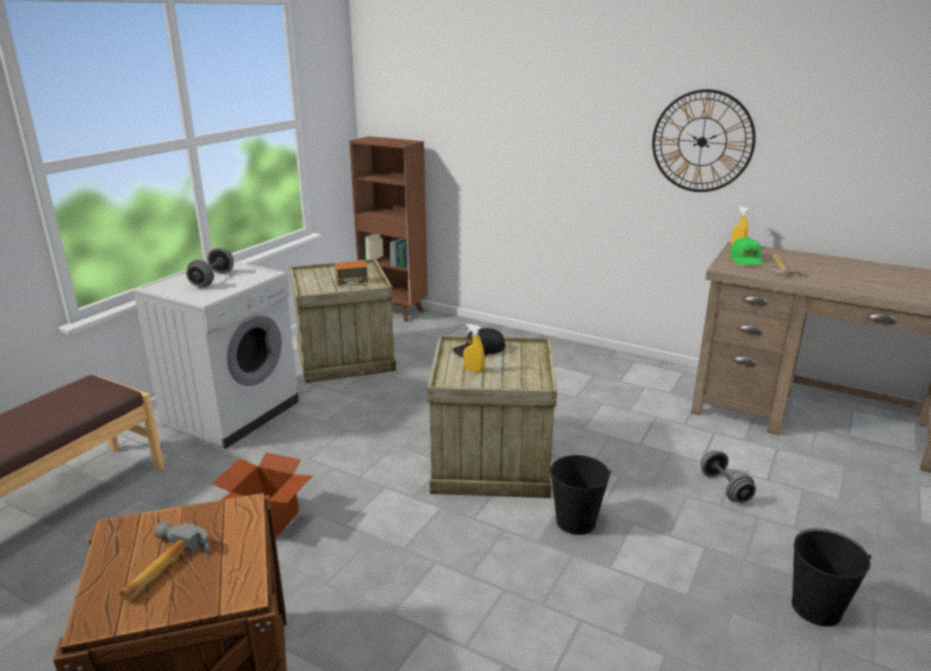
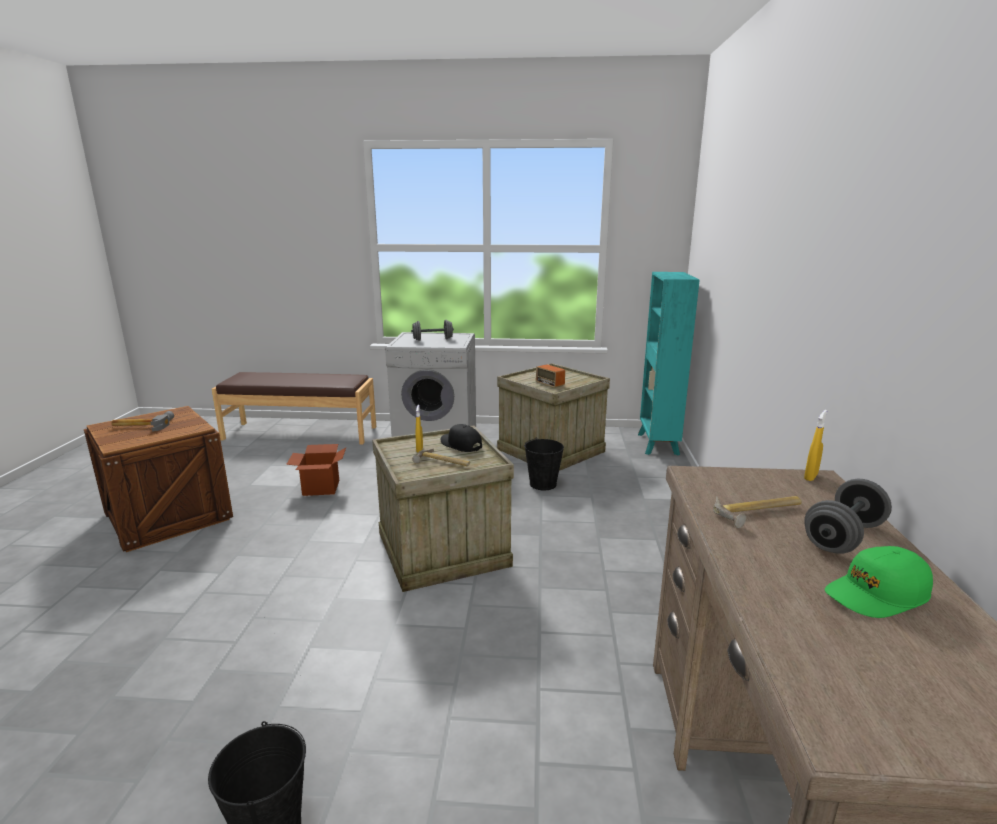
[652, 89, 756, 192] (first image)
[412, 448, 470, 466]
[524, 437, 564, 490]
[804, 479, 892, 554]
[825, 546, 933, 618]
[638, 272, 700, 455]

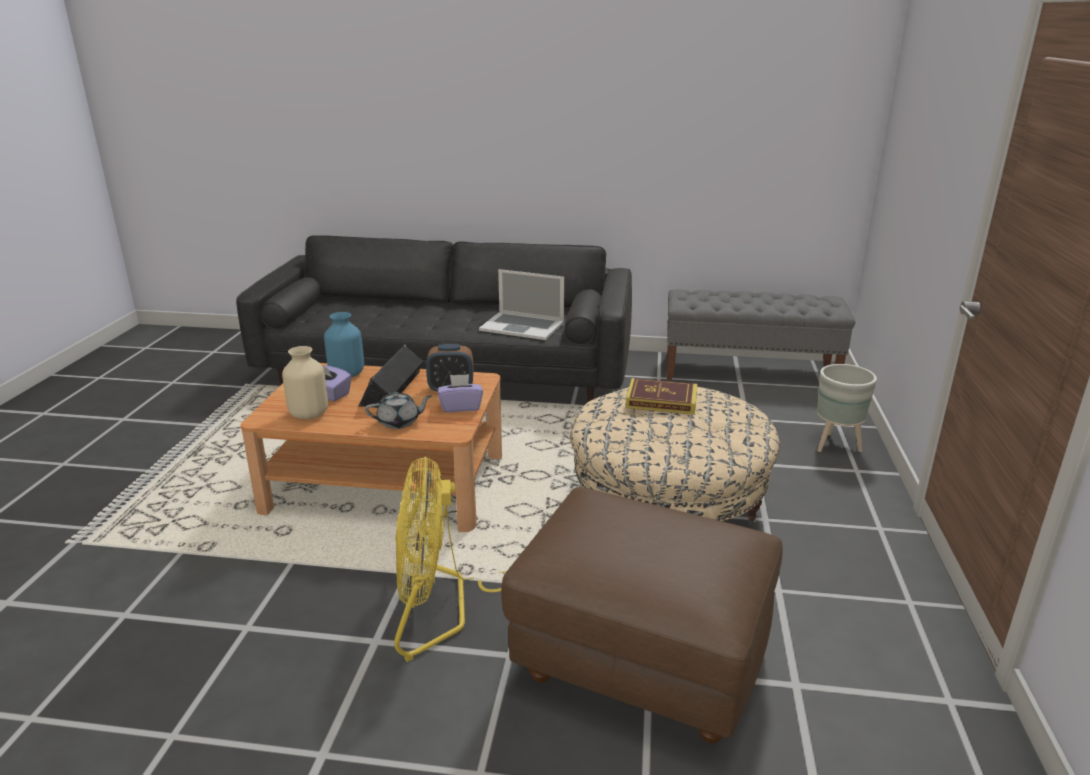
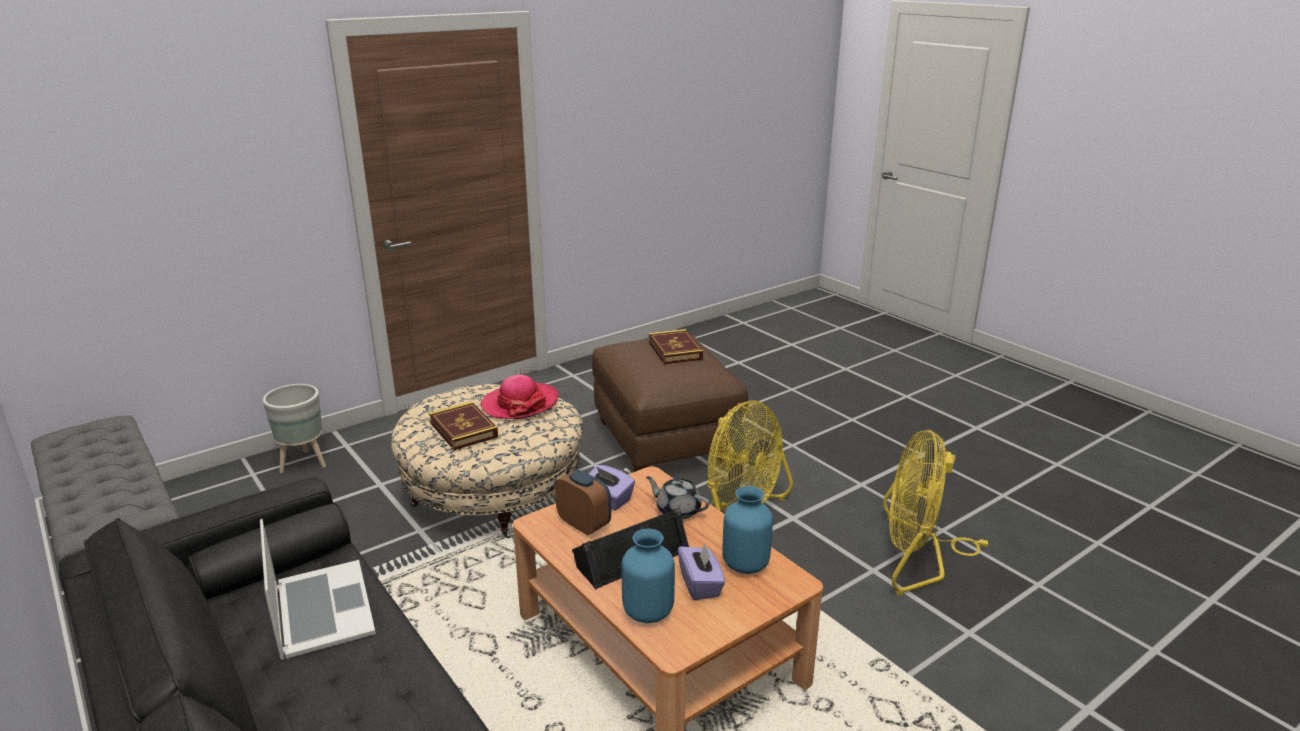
[480, 374, 559, 419]
[648, 329, 704, 365]
[883, 430, 991, 596]
[722, 486, 773, 574]

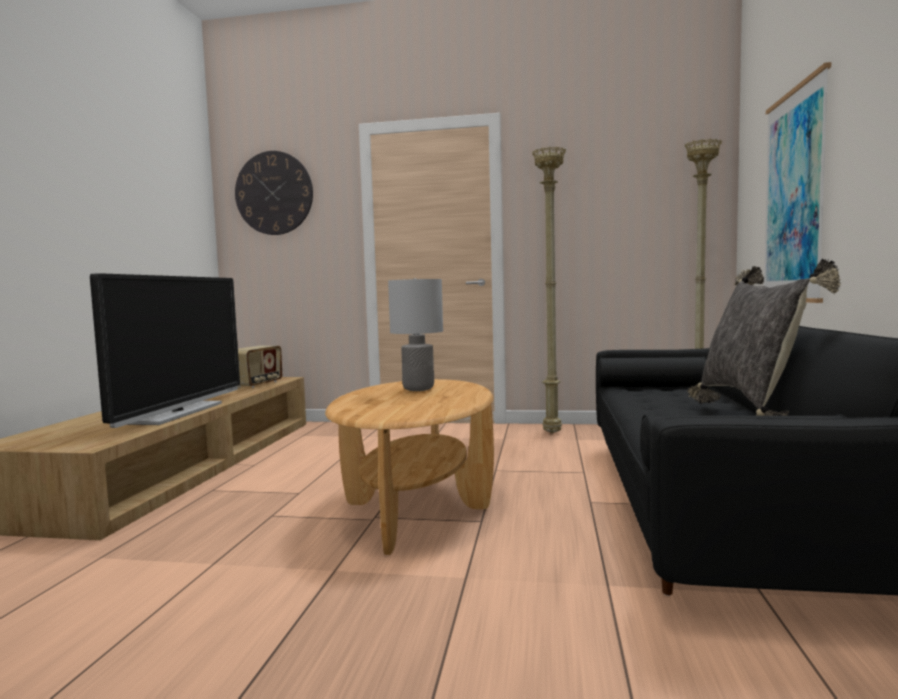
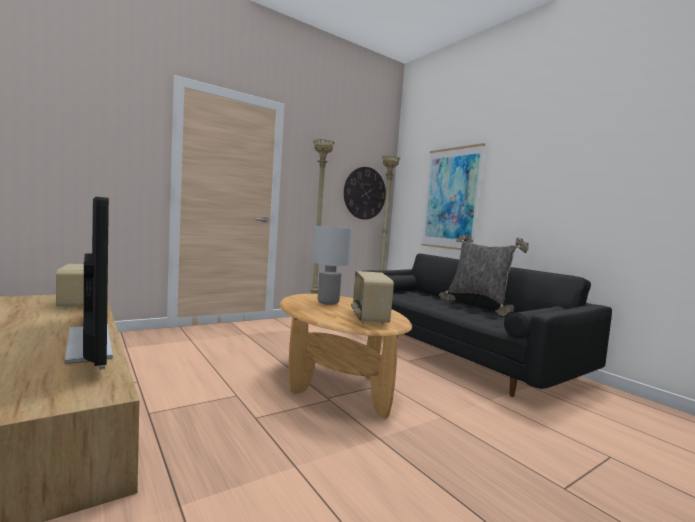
[351, 271, 394, 324]
[344, 167, 386, 220]

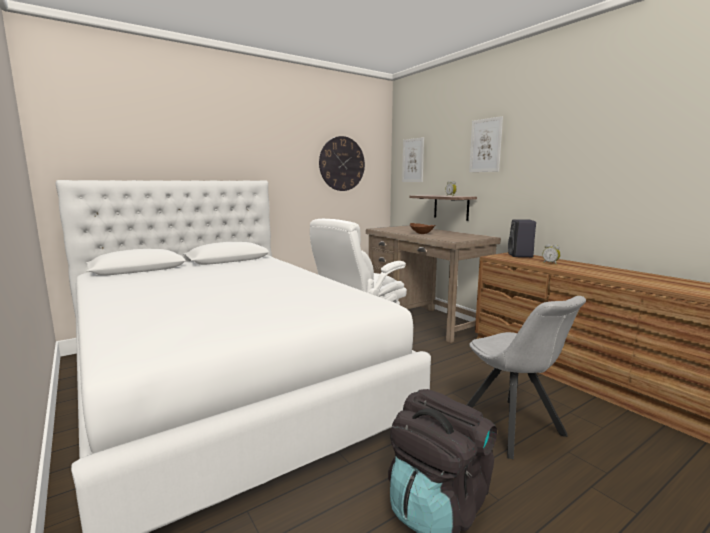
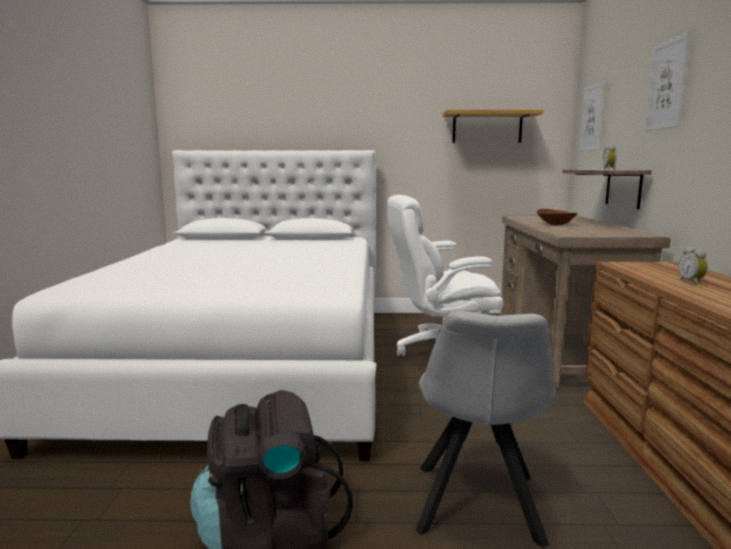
[508, 219, 536, 257] (first image)
[443, 110, 543, 143]

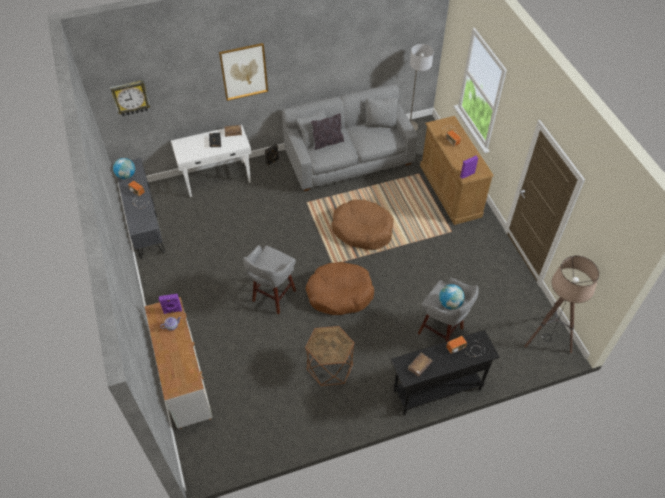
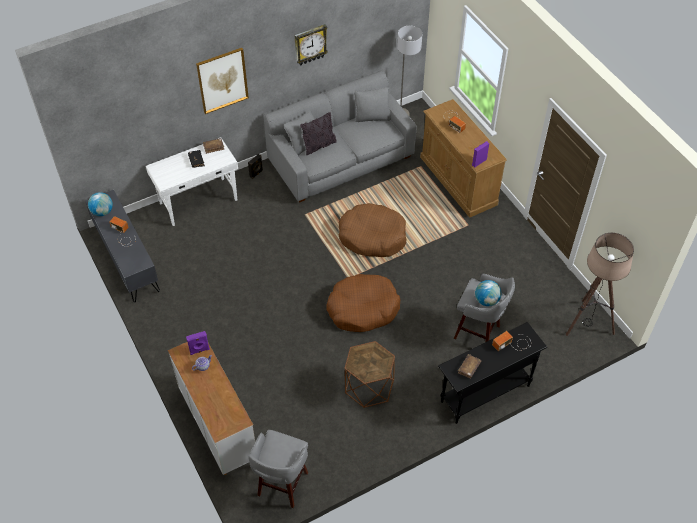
[295, 24, 328, 65]
[249, 430, 308, 508]

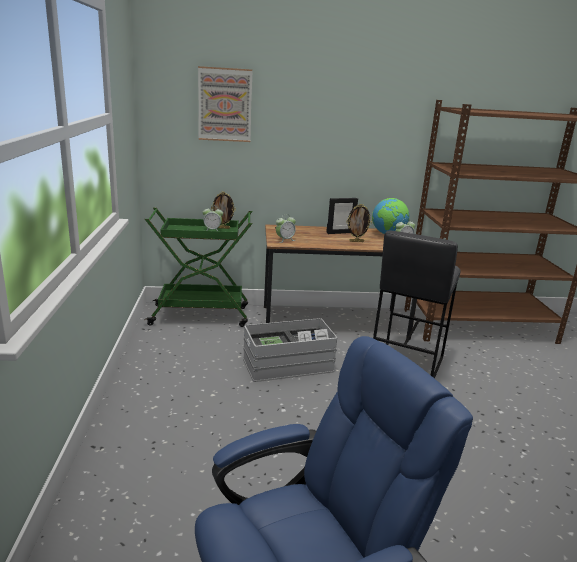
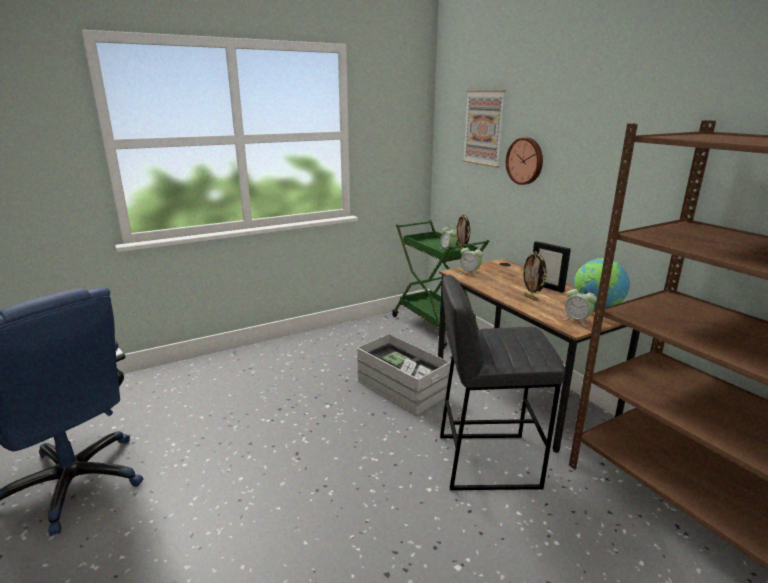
[506, 138, 543, 185]

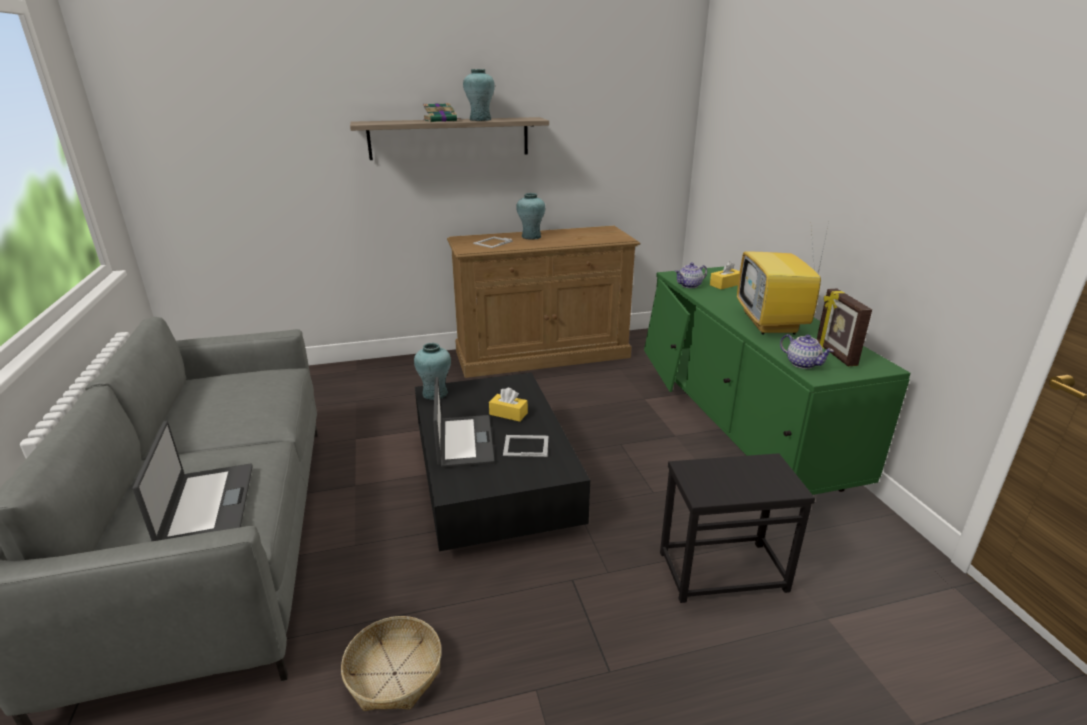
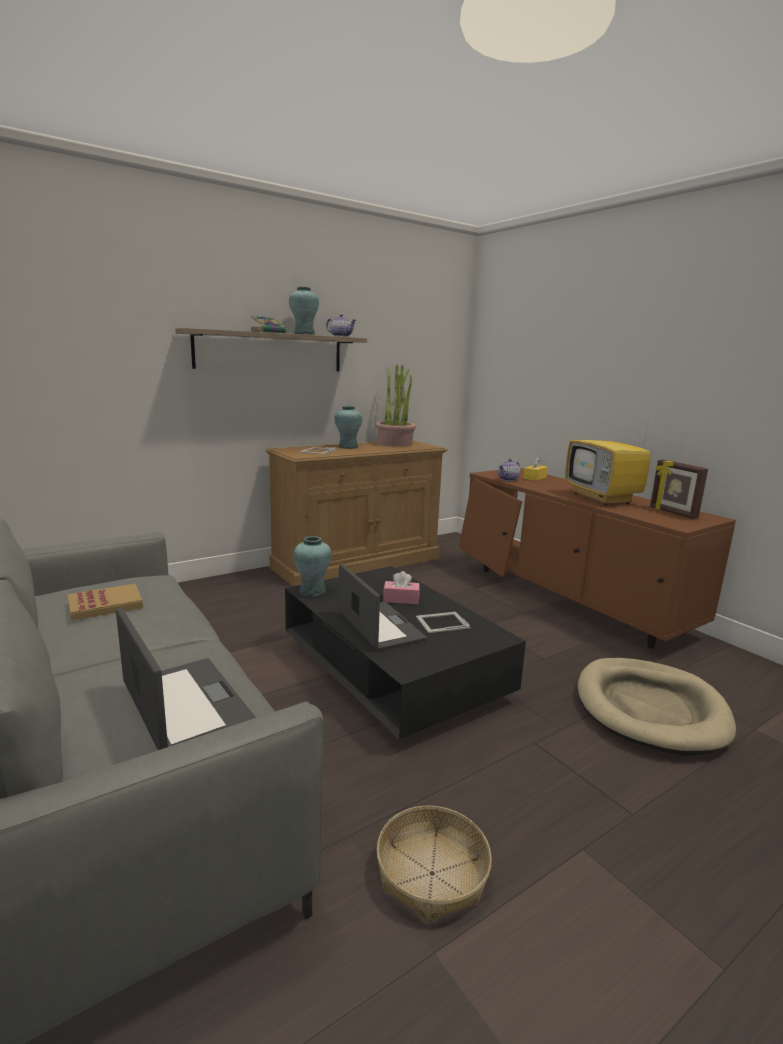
[68, 584, 143, 621]
[375, 364, 416, 447]
[326, 314, 356, 337]
[578, 658, 736, 756]
[383, 571, 420, 604]
[459, 468, 736, 649]

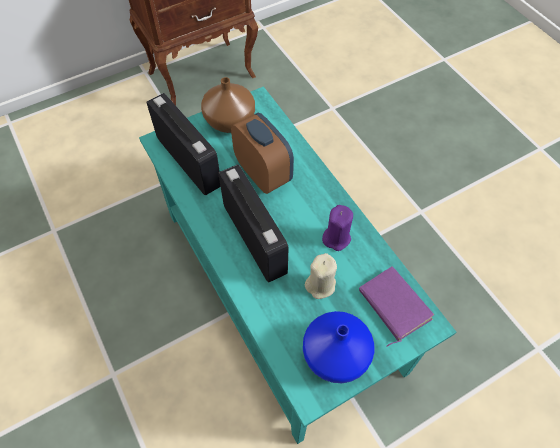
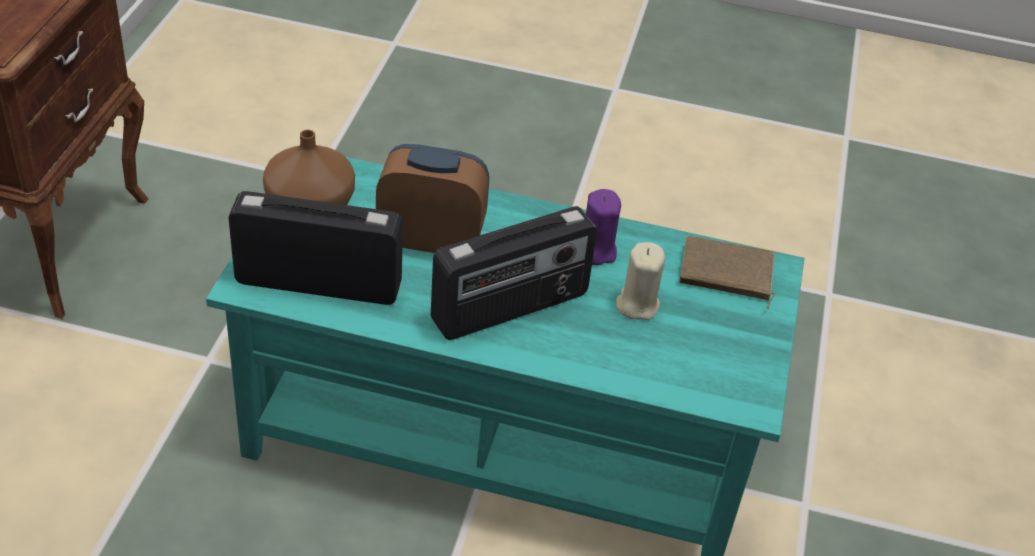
[303, 311, 374, 383] (first image)
[679, 236, 775, 309]
[431, 206, 597, 340]

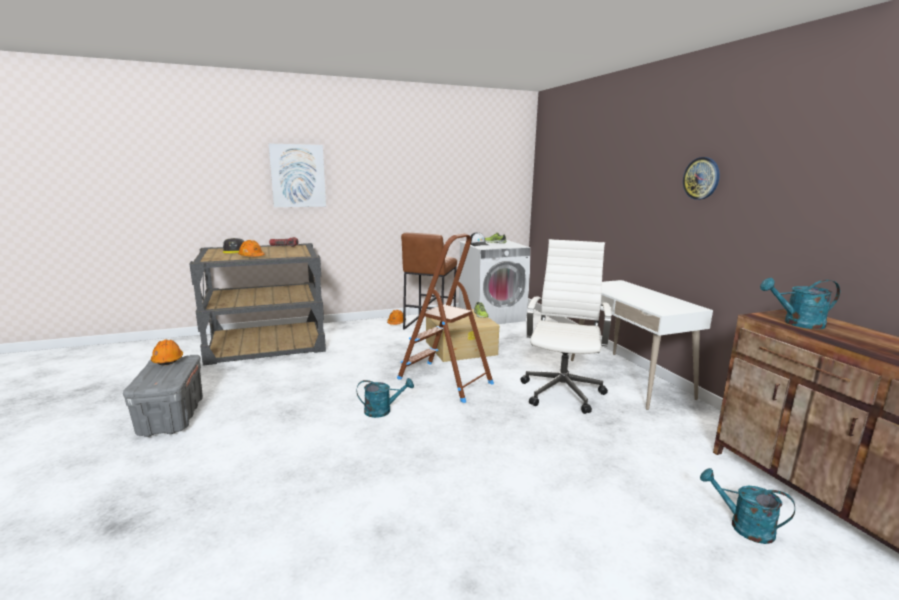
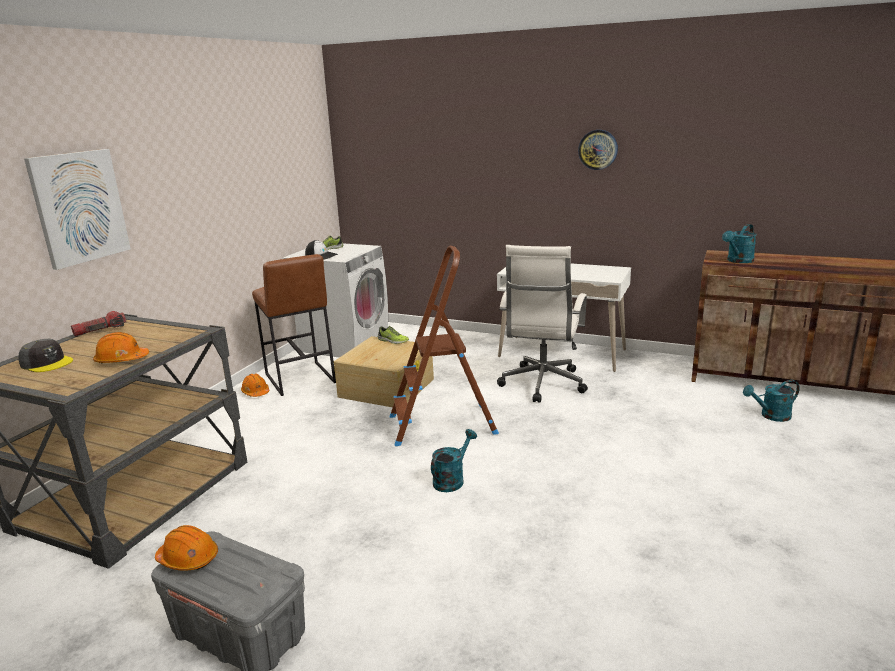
[497, 245, 588, 402]

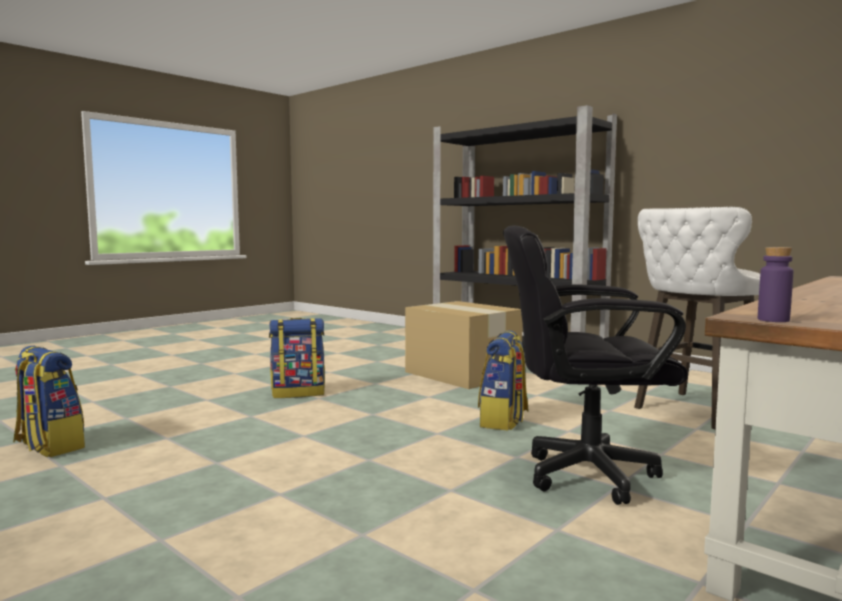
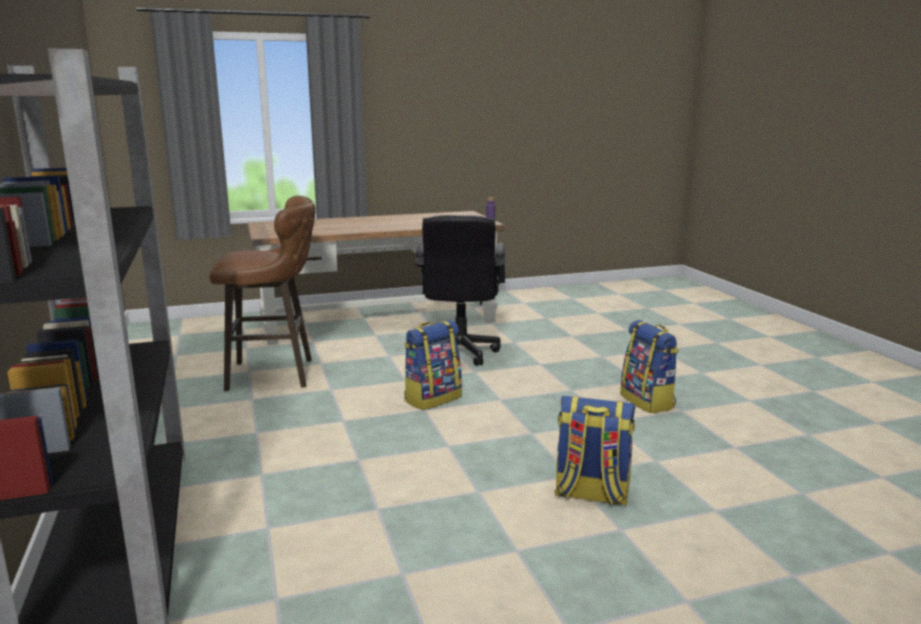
[405, 301, 522, 389] (first image)
[620, 320, 679, 414]
[209, 196, 315, 391]
[415, 215, 505, 366]

